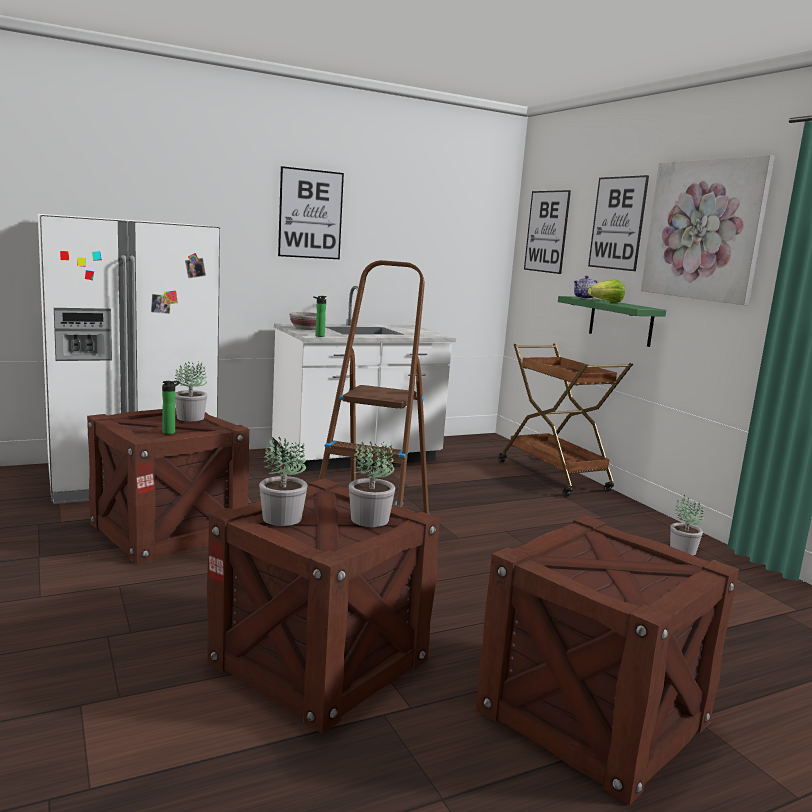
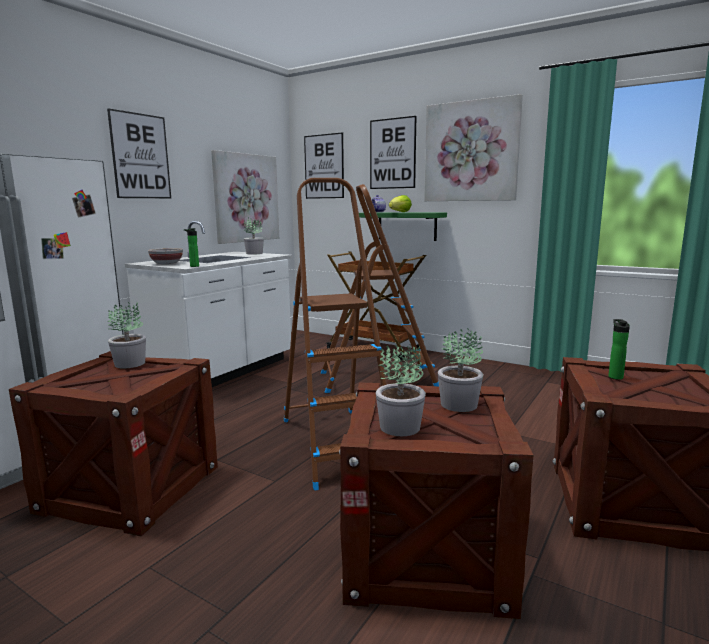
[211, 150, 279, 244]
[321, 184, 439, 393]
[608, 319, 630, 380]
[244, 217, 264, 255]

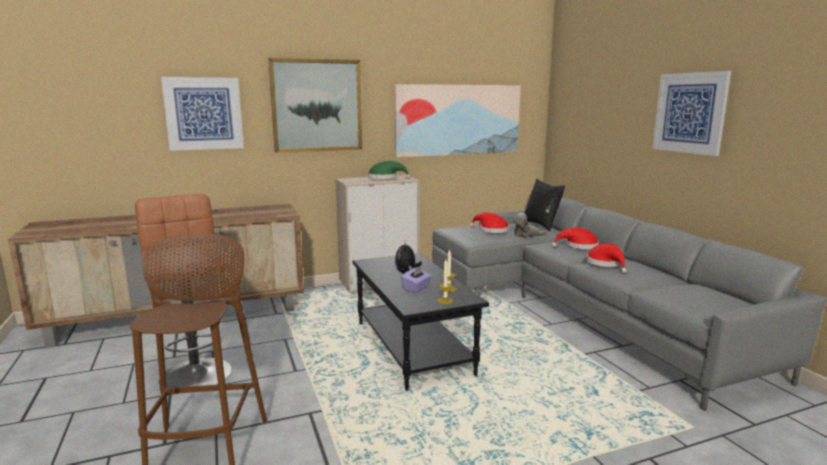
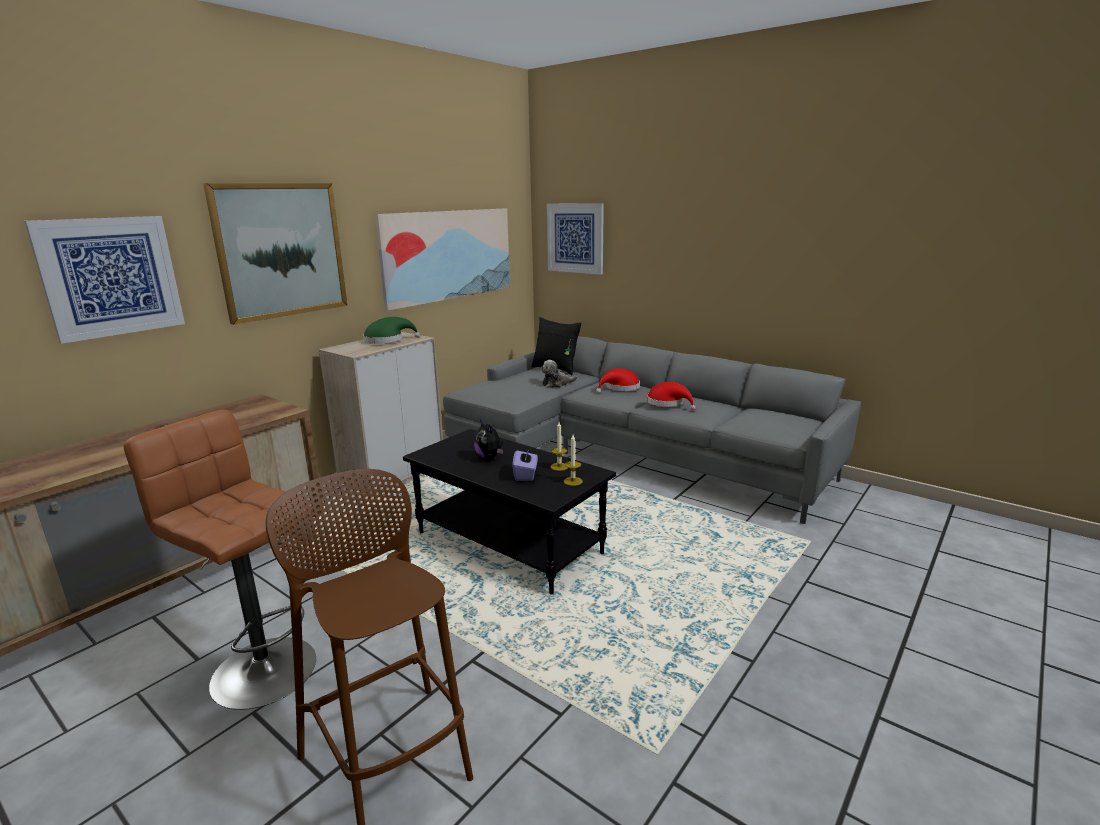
[470, 212, 509, 233] (first image)
[547, 203, 604, 275]

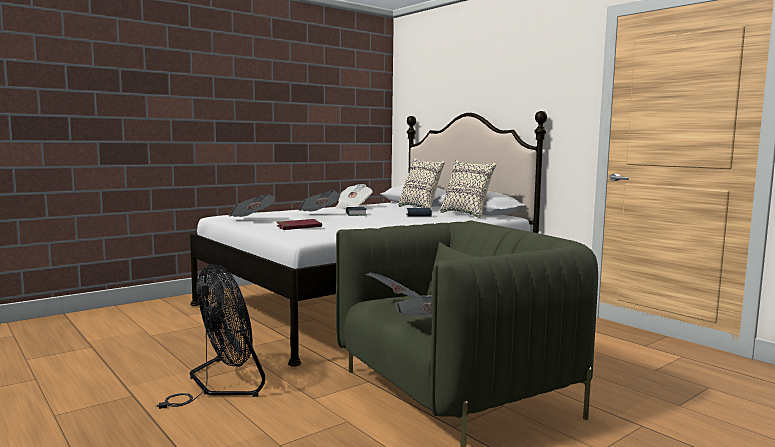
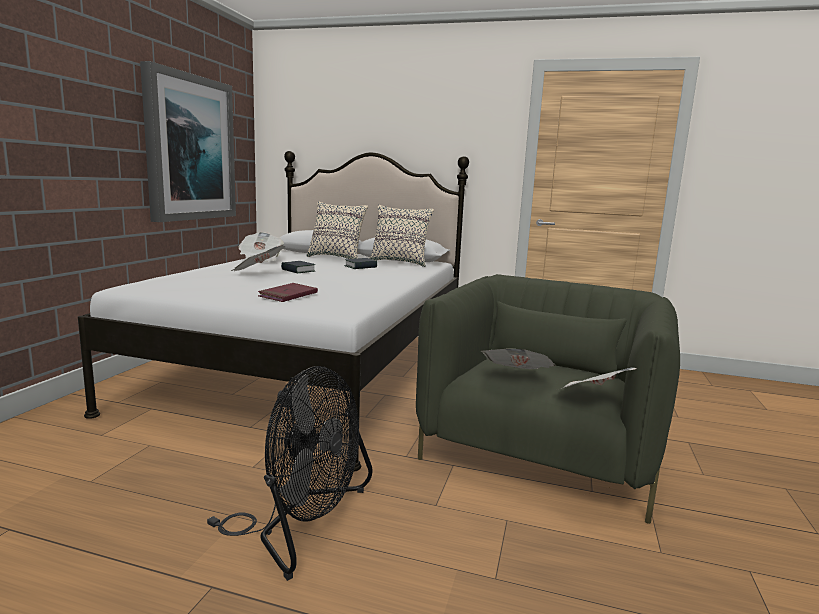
[229, 194, 275, 217] (first image)
[140, 61, 236, 222]
[207, 366, 372, 581]

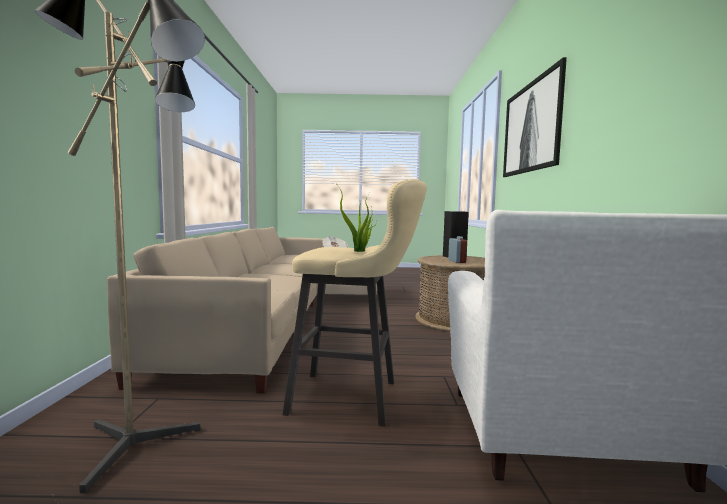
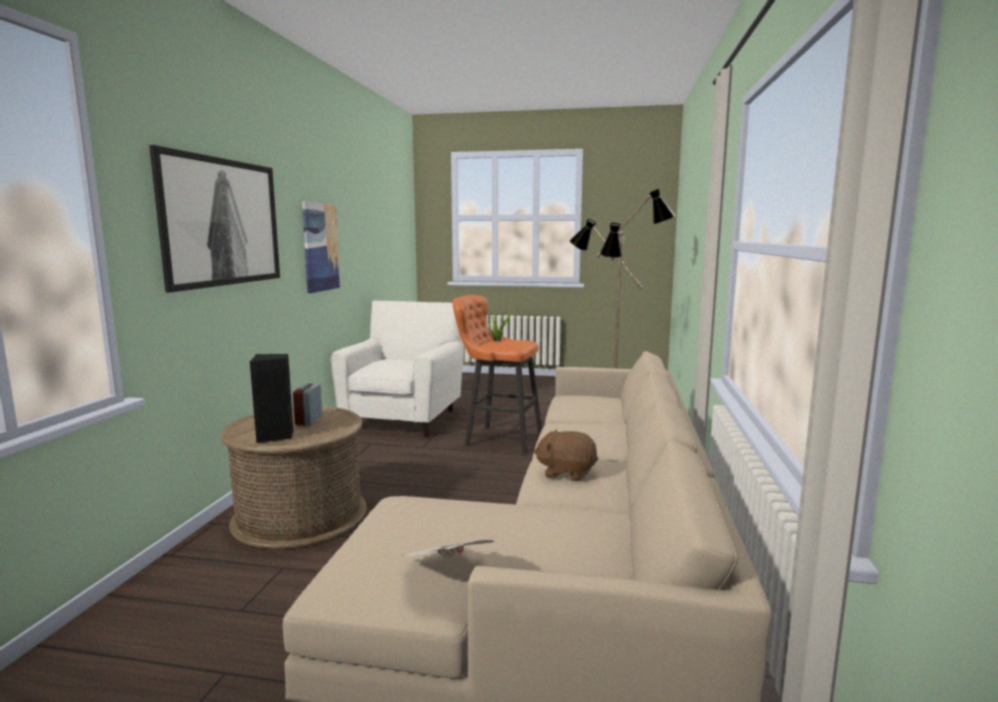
[302, 202, 341, 293]
[534, 429, 598, 482]
[453, 295, 542, 453]

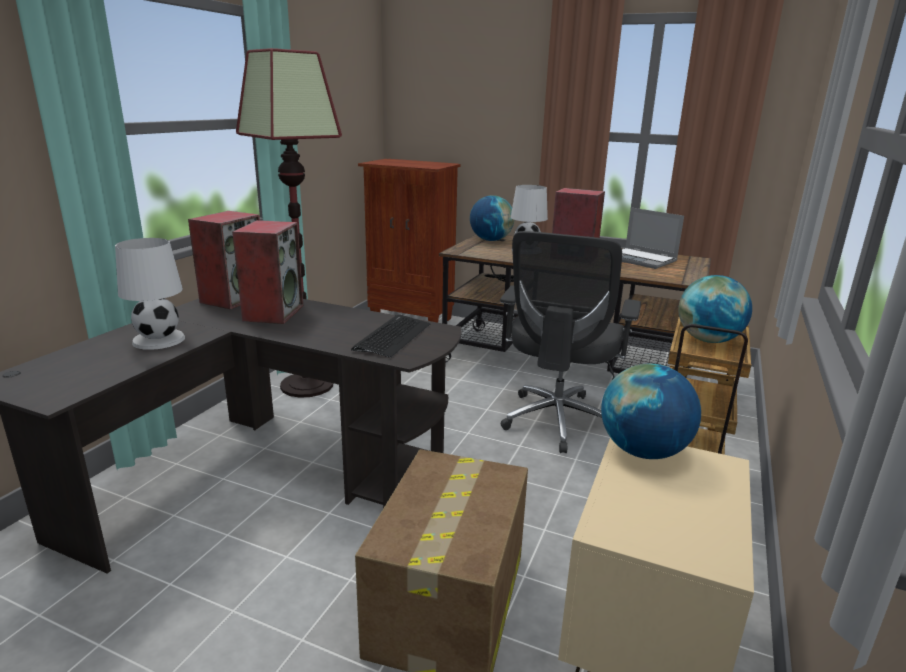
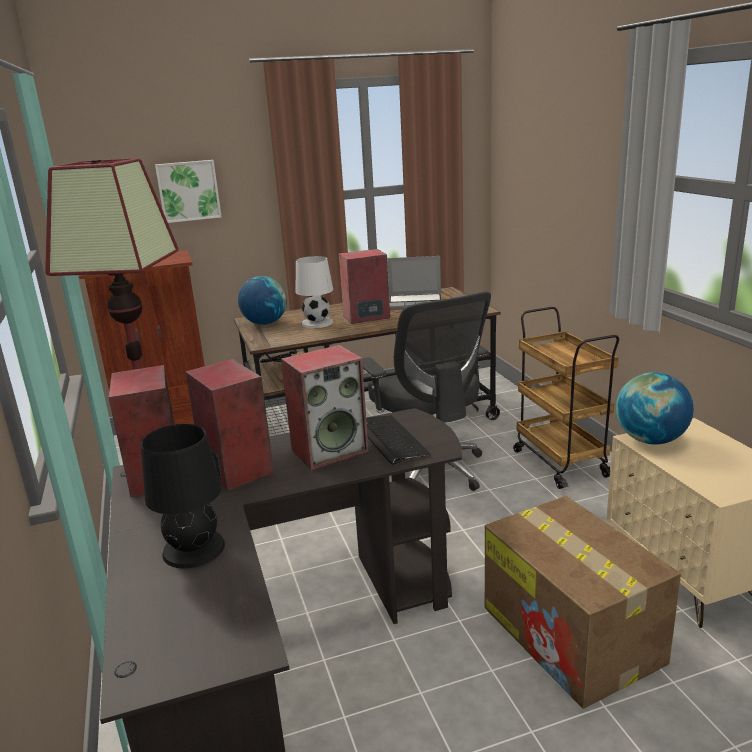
[678, 275, 752, 343] (first image)
[155, 160, 222, 223]
[281, 345, 369, 470]
[141, 424, 225, 569]

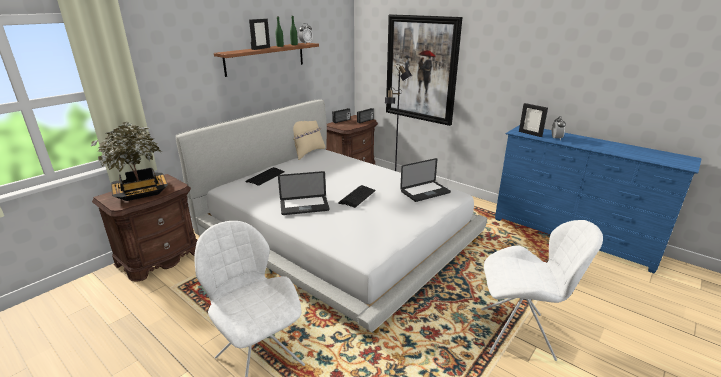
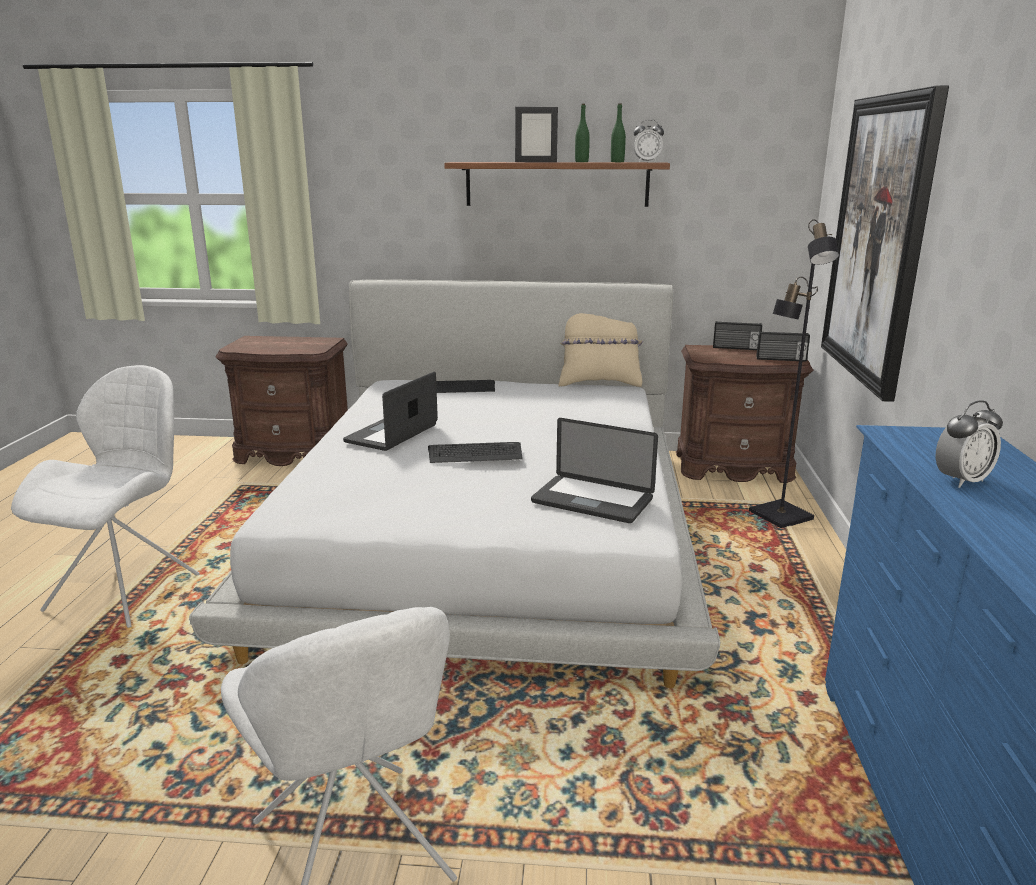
[91, 122, 168, 201] (first image)
[519, 103, 548, 137] (first image)
[343, 372, 438, 451]

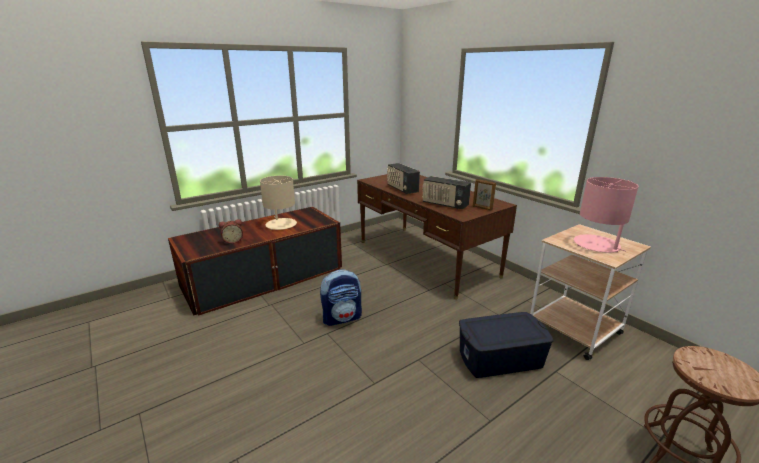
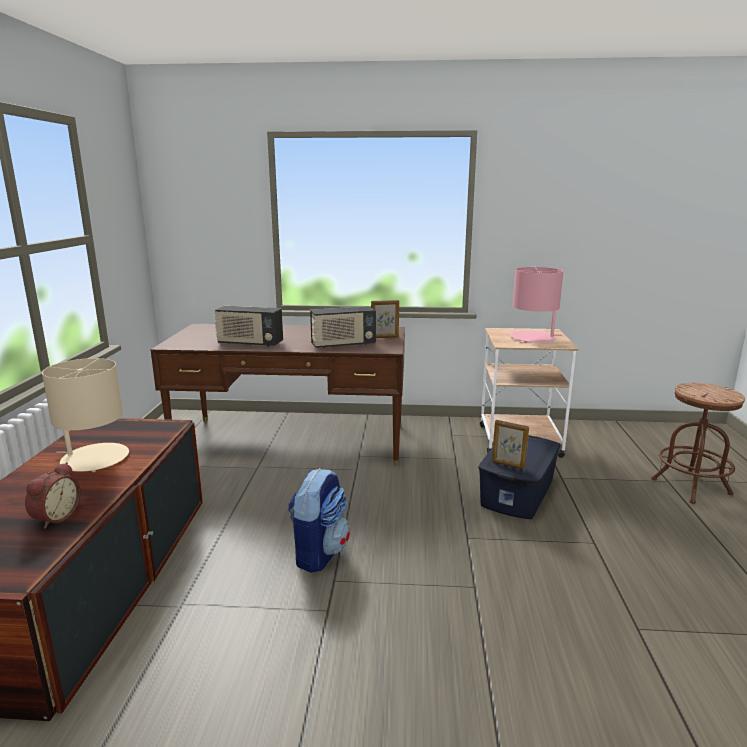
[492, 420, 529, 470]

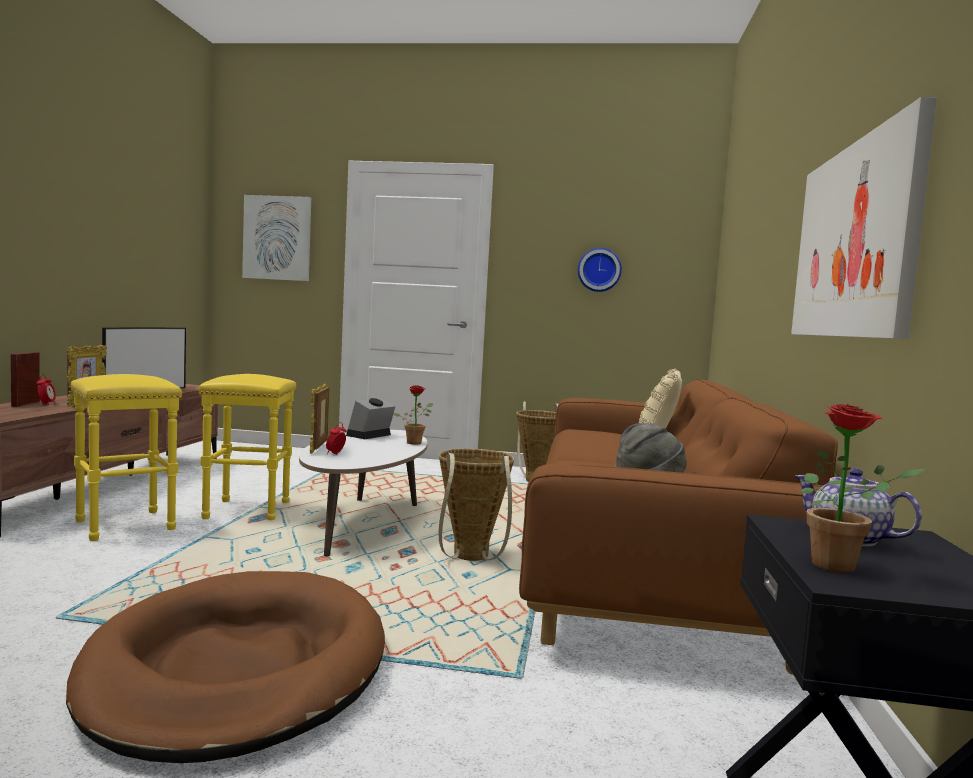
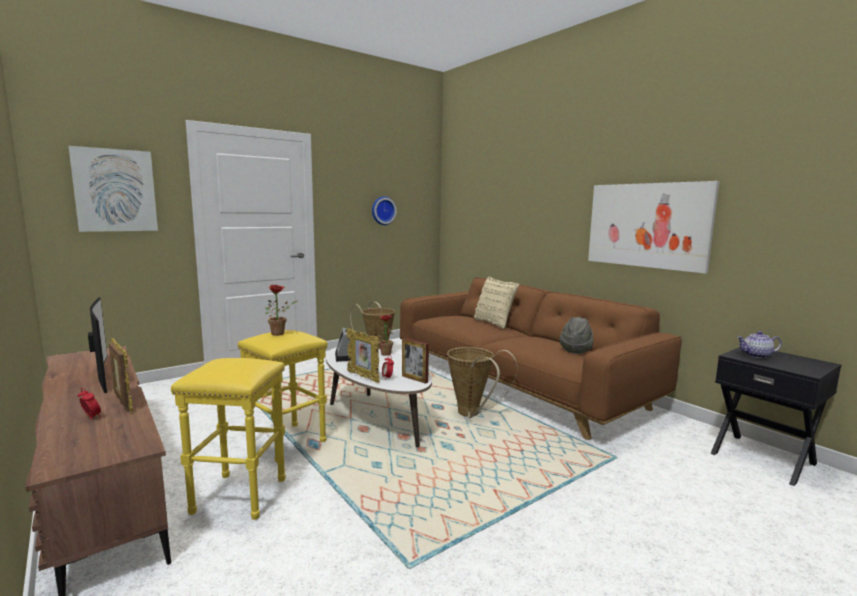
[66, 571, 385, 763] (first image)
[402, 338, 429, 384]
[265, 284, 298, 336]

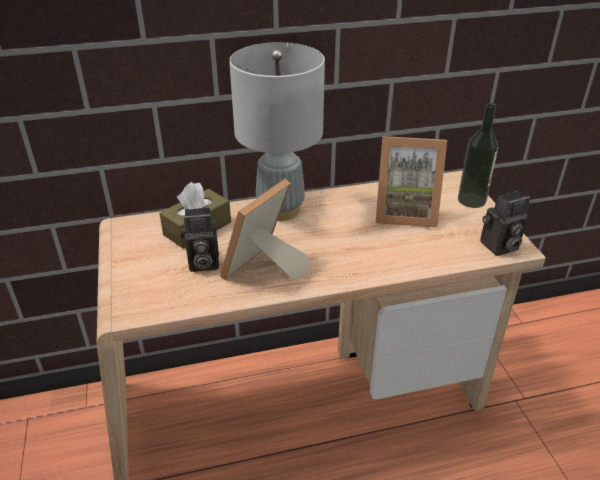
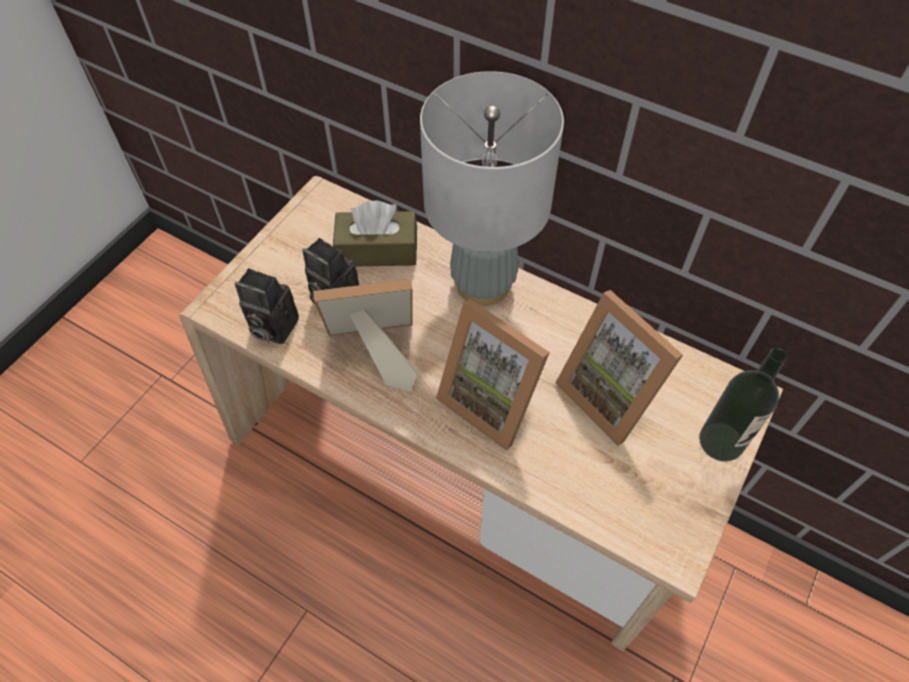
[436, 299, 550, 451]
[235, 268, 299, 344]

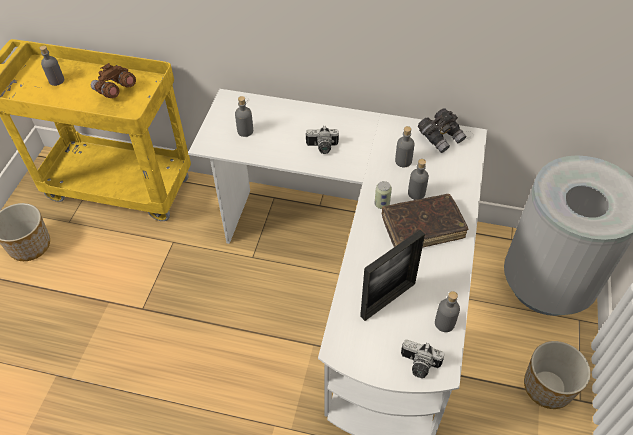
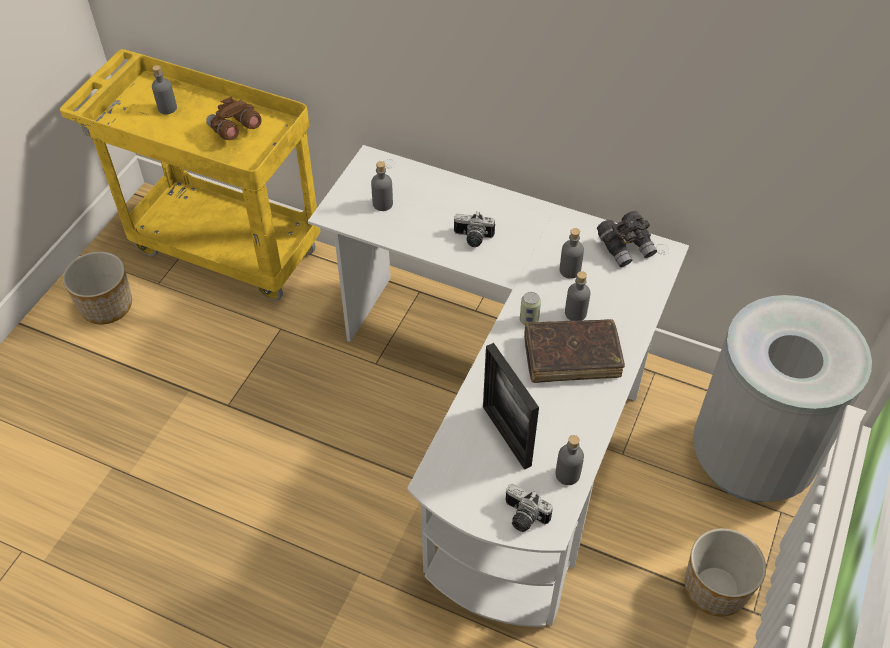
[483, 343, 539, 470]

